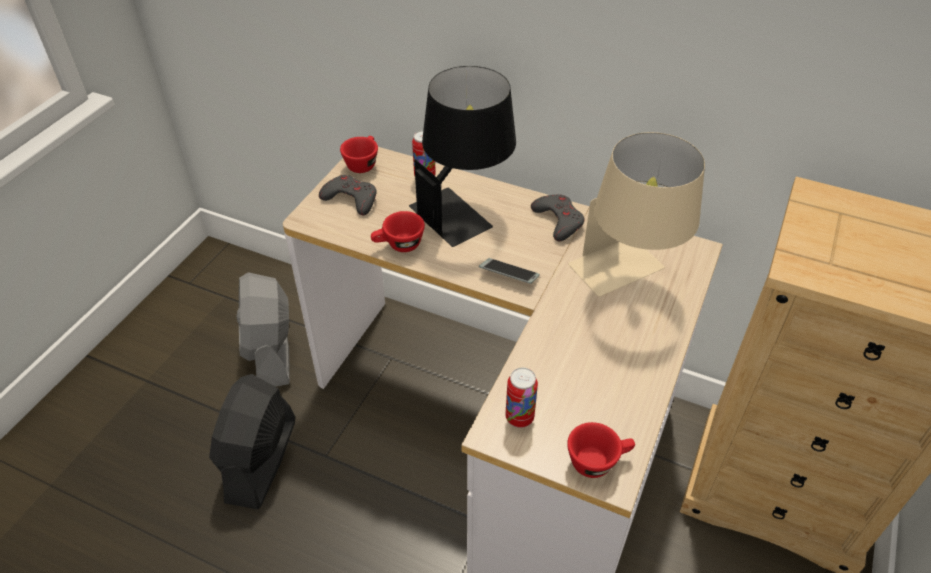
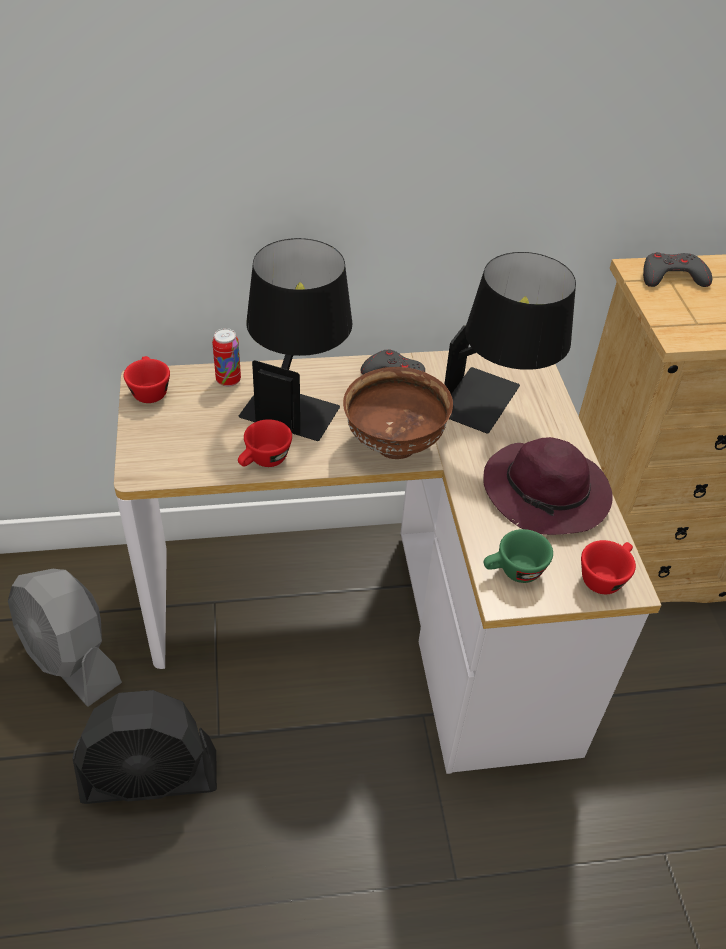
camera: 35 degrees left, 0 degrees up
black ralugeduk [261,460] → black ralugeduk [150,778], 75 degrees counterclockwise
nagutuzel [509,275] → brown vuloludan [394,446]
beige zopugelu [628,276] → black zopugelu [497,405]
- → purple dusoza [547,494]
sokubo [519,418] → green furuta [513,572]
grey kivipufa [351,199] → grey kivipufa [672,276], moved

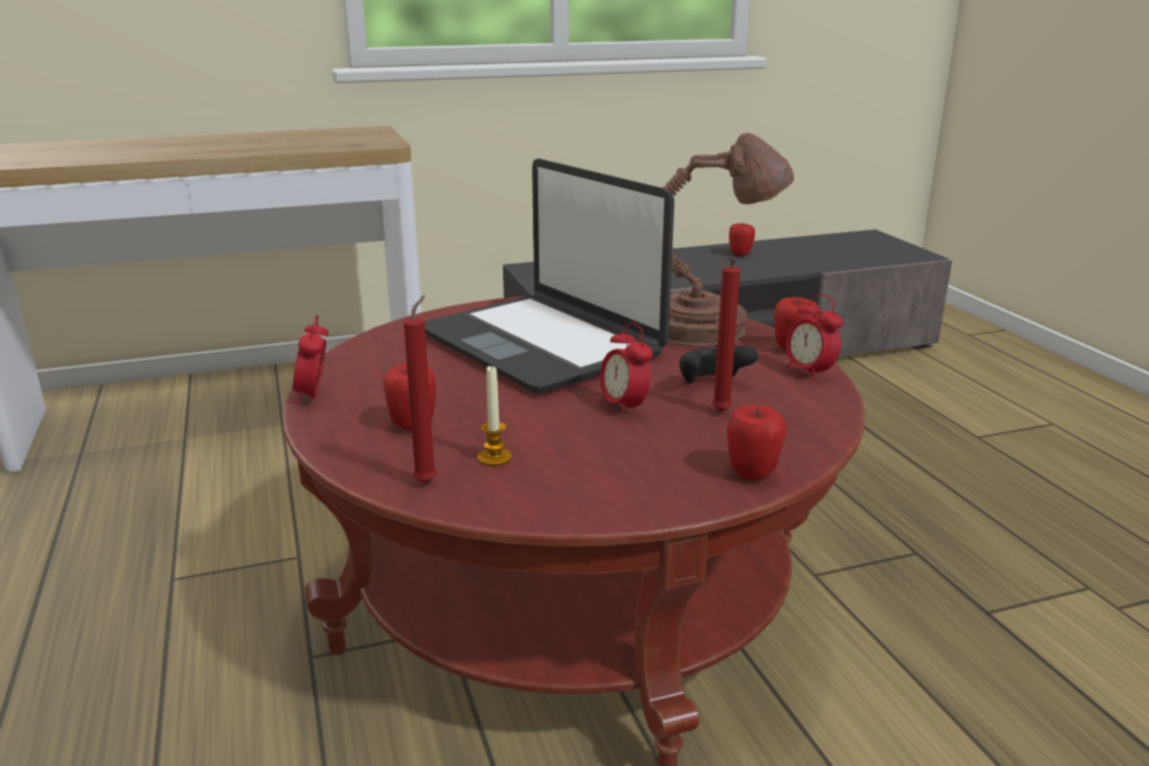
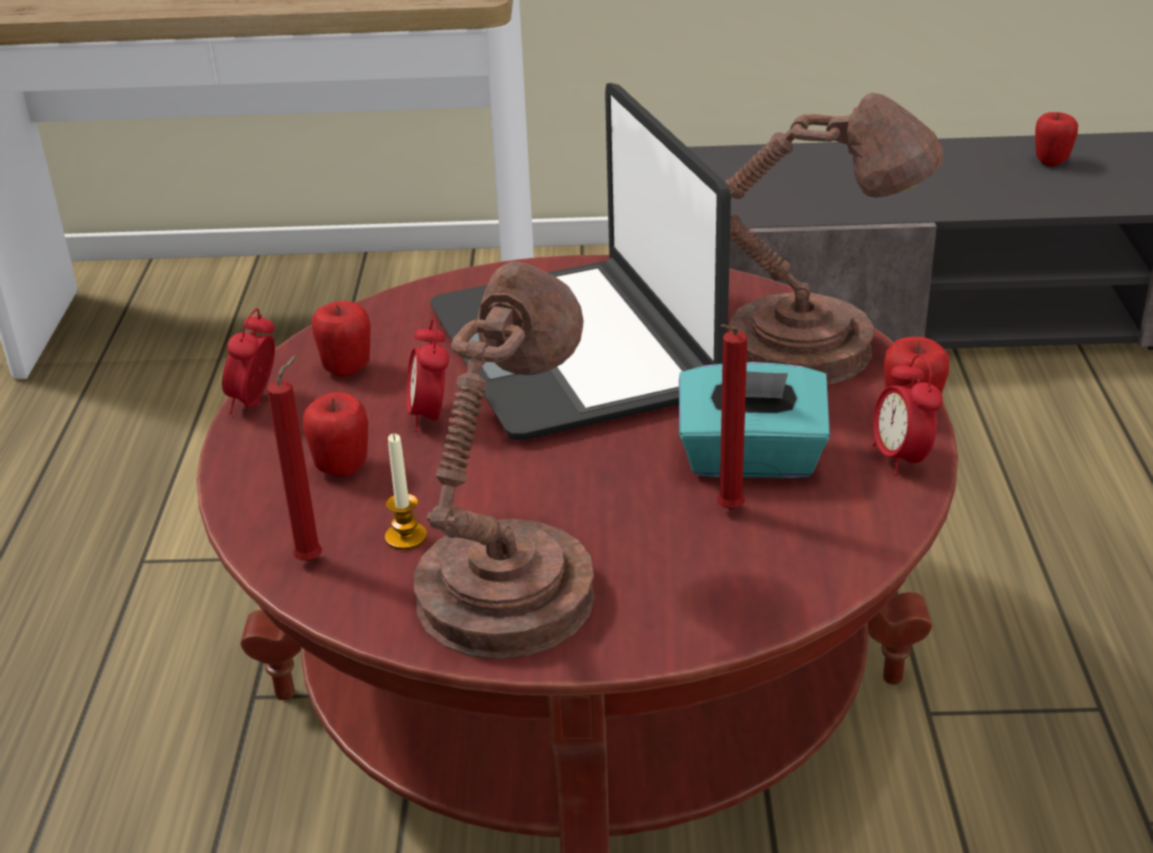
camera: 20 degrees right, 10 degrees up
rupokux [752,473] → rupokux [347,369], moved
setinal [624,407] → setinal [430,417], moved
- → brown zopugelu [510,588]
black kivipufa [712,385] → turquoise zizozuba [751,460]

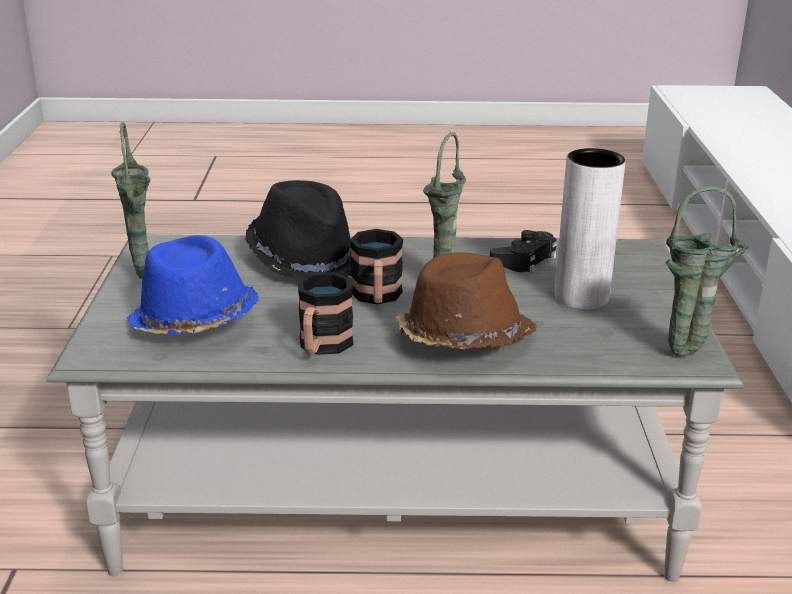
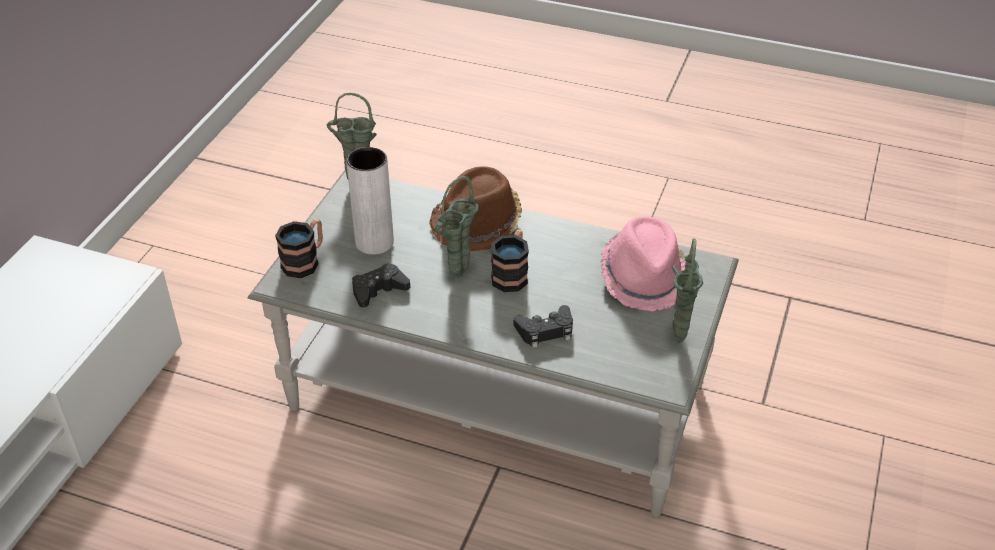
camera: 160 degrees left, 15 degrees up
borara [322,347] → borara [305,261], moved
black dusoza [305,258] → black kivipufa [545,331]
blue dusoza [194,322] → pink dusoza [644,278]

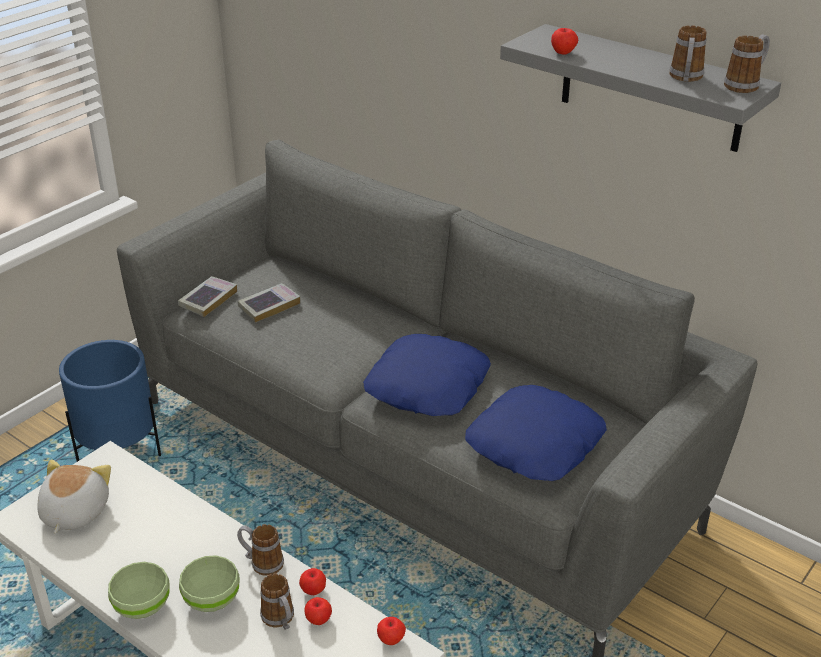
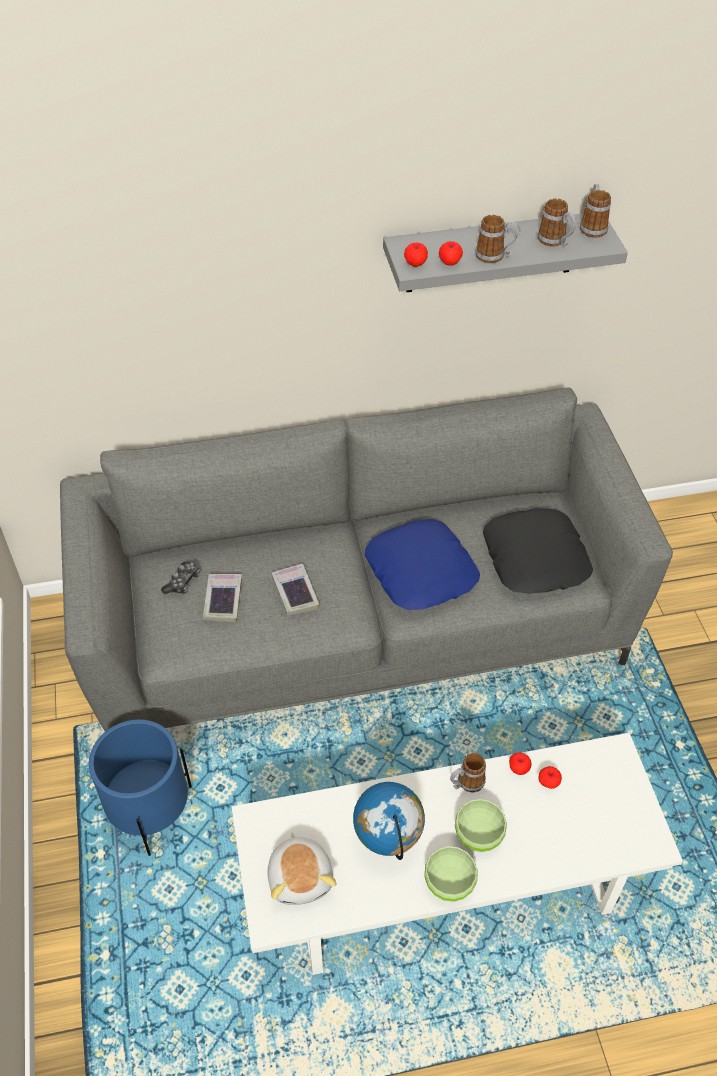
camera: 50 degrees left, 15 degrees up
- → kivipufa [183,582]
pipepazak [73,512] → pipepazak [301,877], 150 degrees counterclockwise
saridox [208,300] → saridox [295,593], moved
- → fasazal [388,841]
rupokux [391,639] → rupokux [415,263], moved
borara [280,620] → borara [495,256], moved
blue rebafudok [536,444] → black rebafudok [536,558]

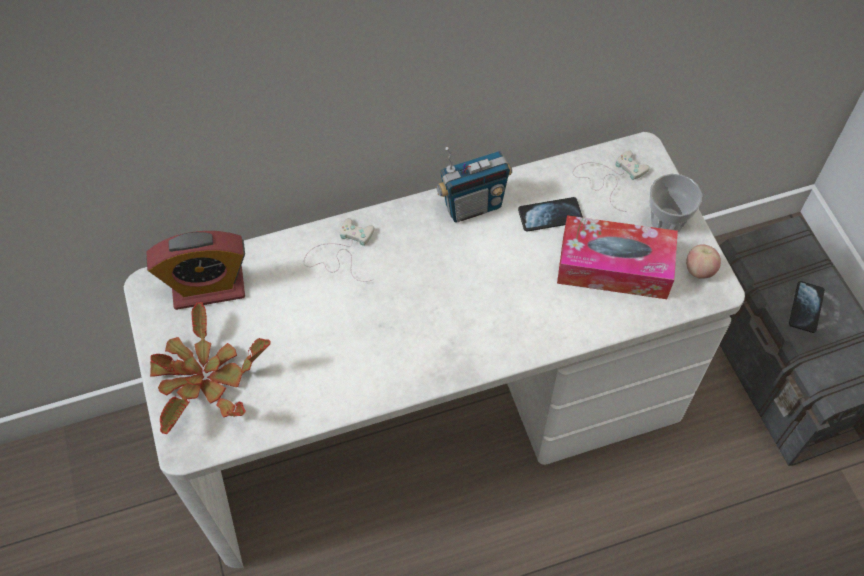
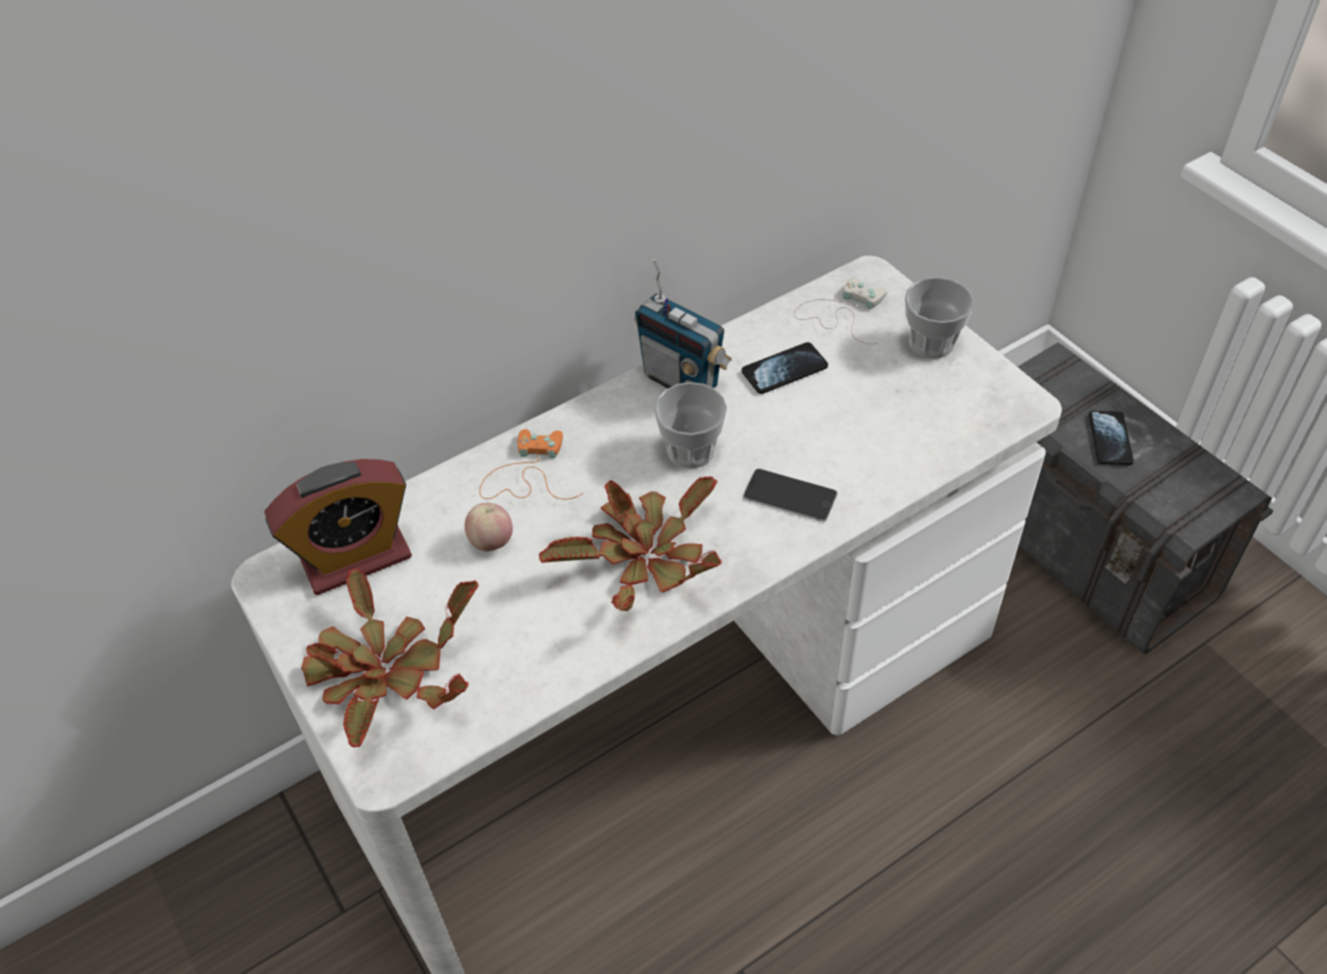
camera: 15 degrees left, 10 degrees down
rupokux [699,270] → rupokux [491,542], moved
white kivipufa [341,253] → orange kivipufa [527,473]
- → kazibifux [644,558]
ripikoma [472,206] → ripikoma [681,381], 75 degrees clockwise
- → furuta [691,450]
- → nagutuzel [790,495]
zizozuba [614,267] → -

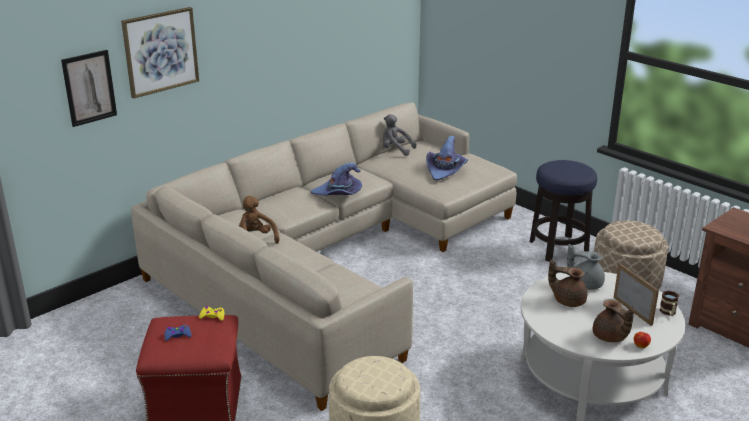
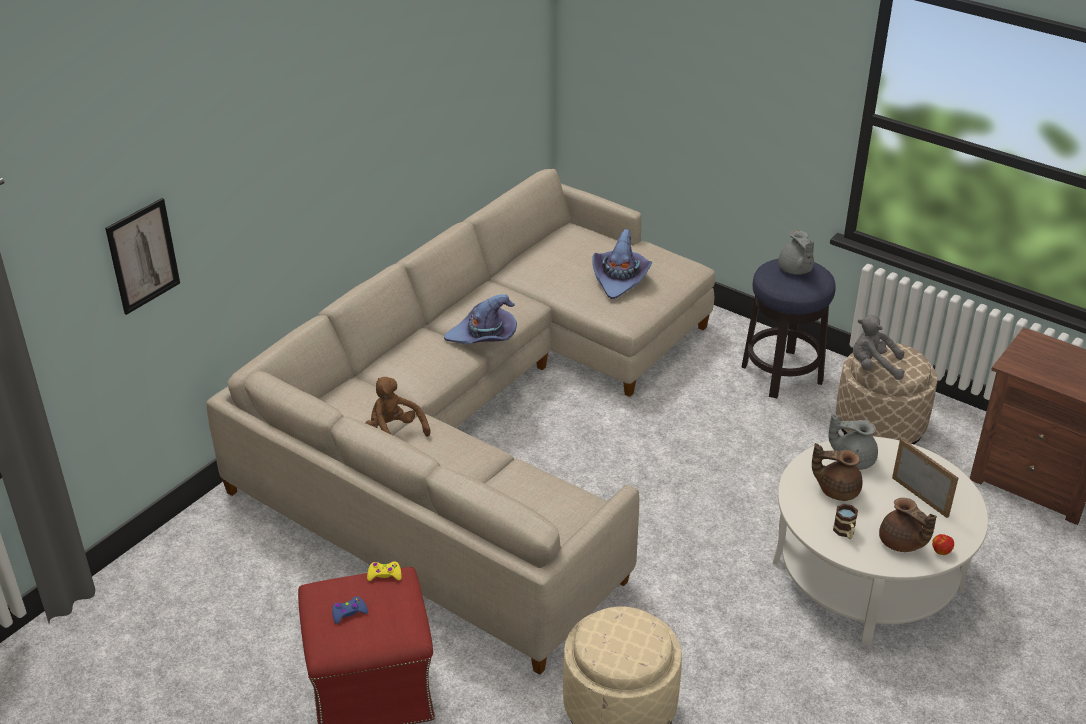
camera: 10 degrees left, 10 degrees up
- → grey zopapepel [795,270]
borara [668,313] → borara [845,532], moved
grey pipepazak [395,150] → grey pipepazak [873,367], moved
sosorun [160,51] → -

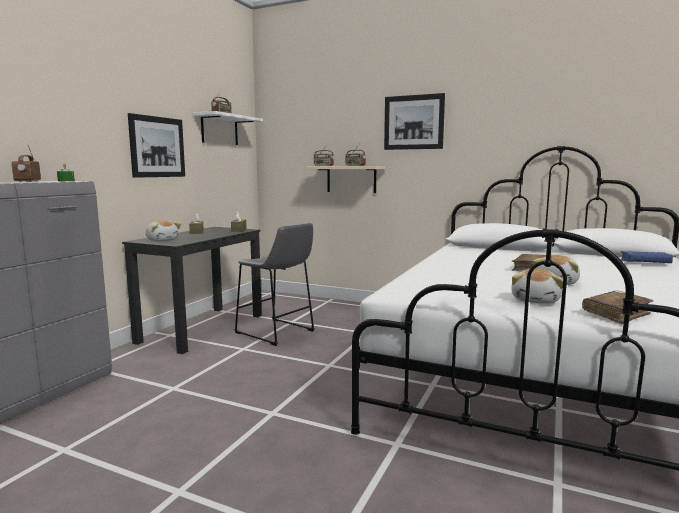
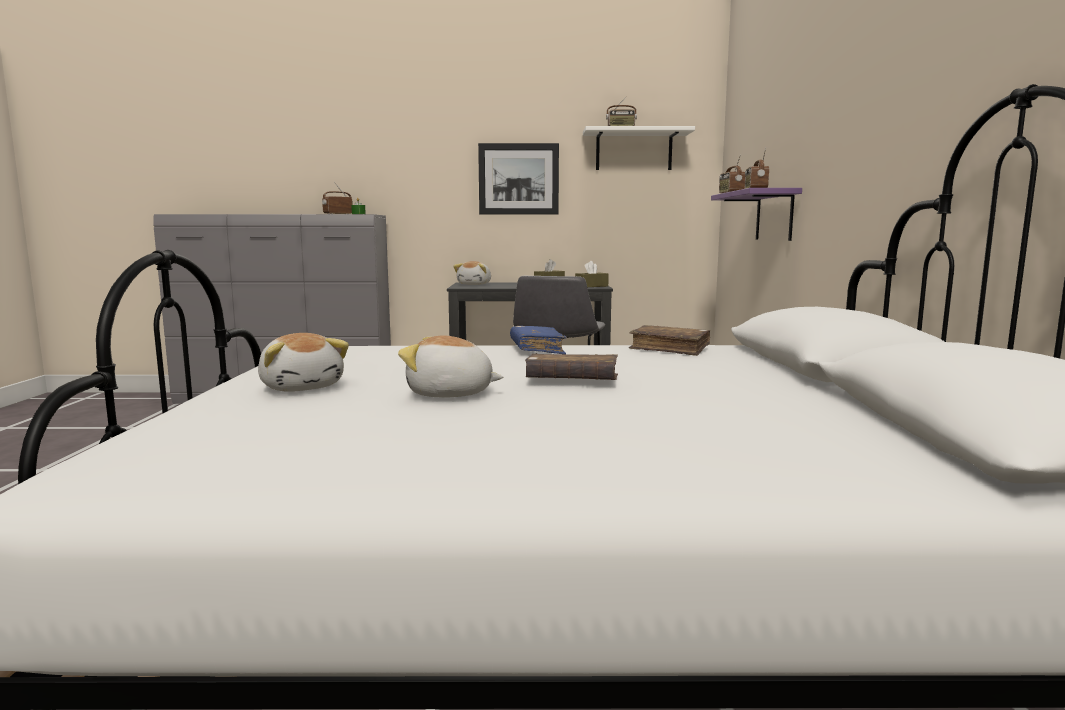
camera: 65 degrees right, 0 degrees up
pipepazak [536,300] → pipepazak [302,387], 120 degrees counterclockwise
blue saridox [644,263] → blue saridox [537,349], moved
brown saridox [616,314] → brown saridox [669,349], moved
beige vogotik [351,179] → purple vogotik [774,216]
sosorun [413,122] → -

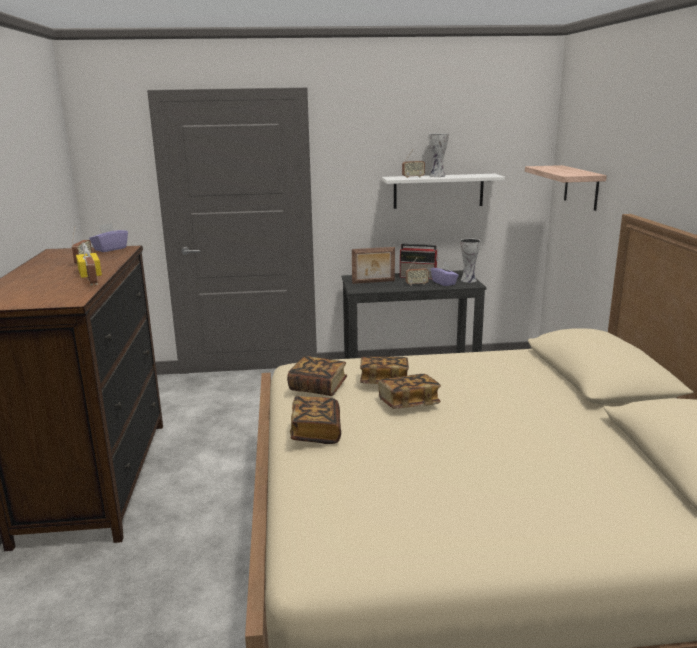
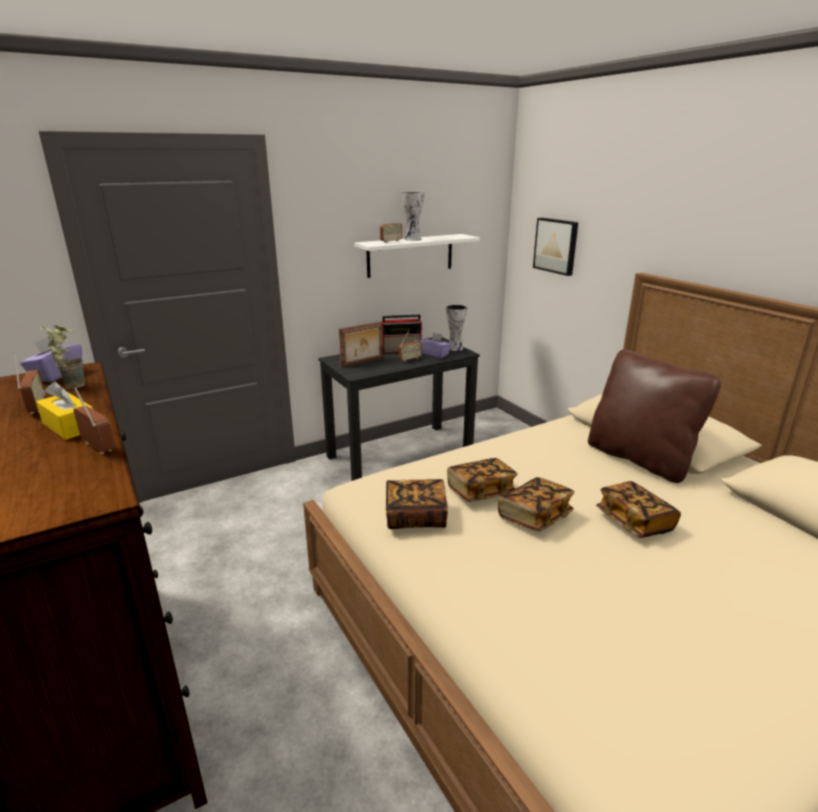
camera: 25 degrees left, 5 degrees up
- → kazibifux [71,385]
vogotik [581,187] → sosorun [556,245]
- → brown rebafudok [640,458]
saridox [316,432] → saridox [634,522], moved

